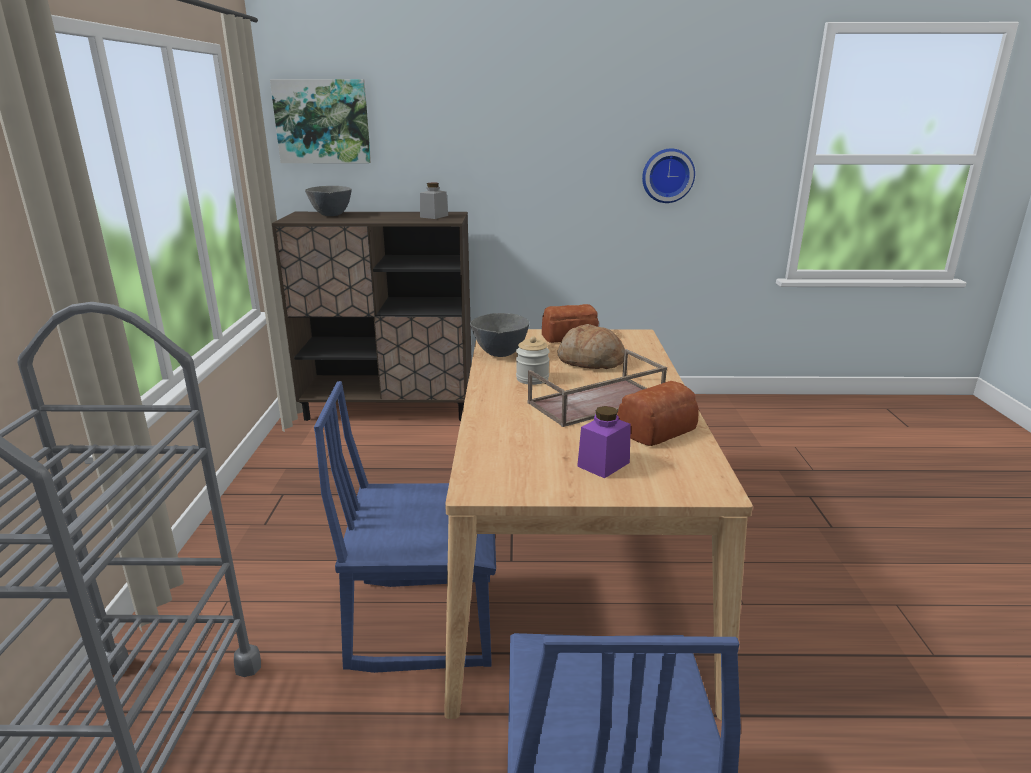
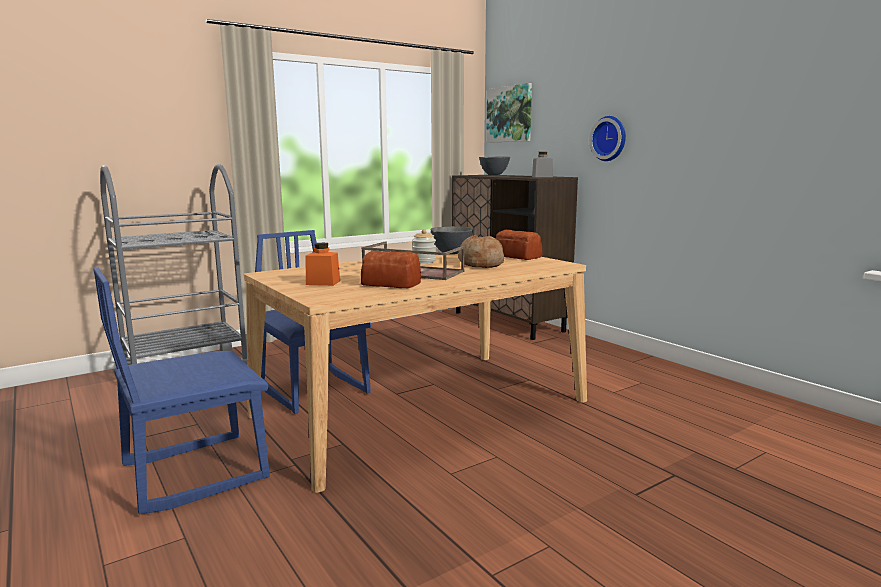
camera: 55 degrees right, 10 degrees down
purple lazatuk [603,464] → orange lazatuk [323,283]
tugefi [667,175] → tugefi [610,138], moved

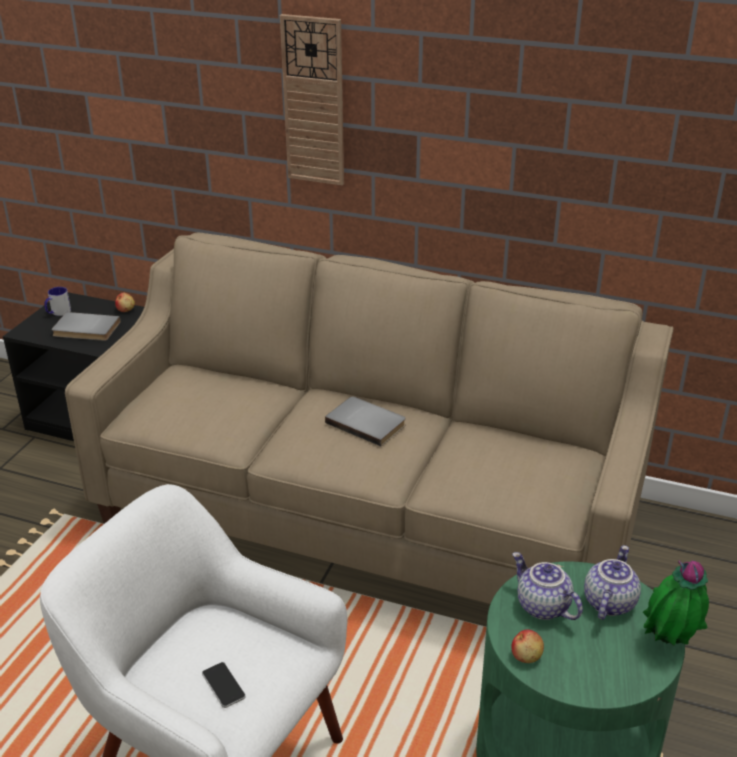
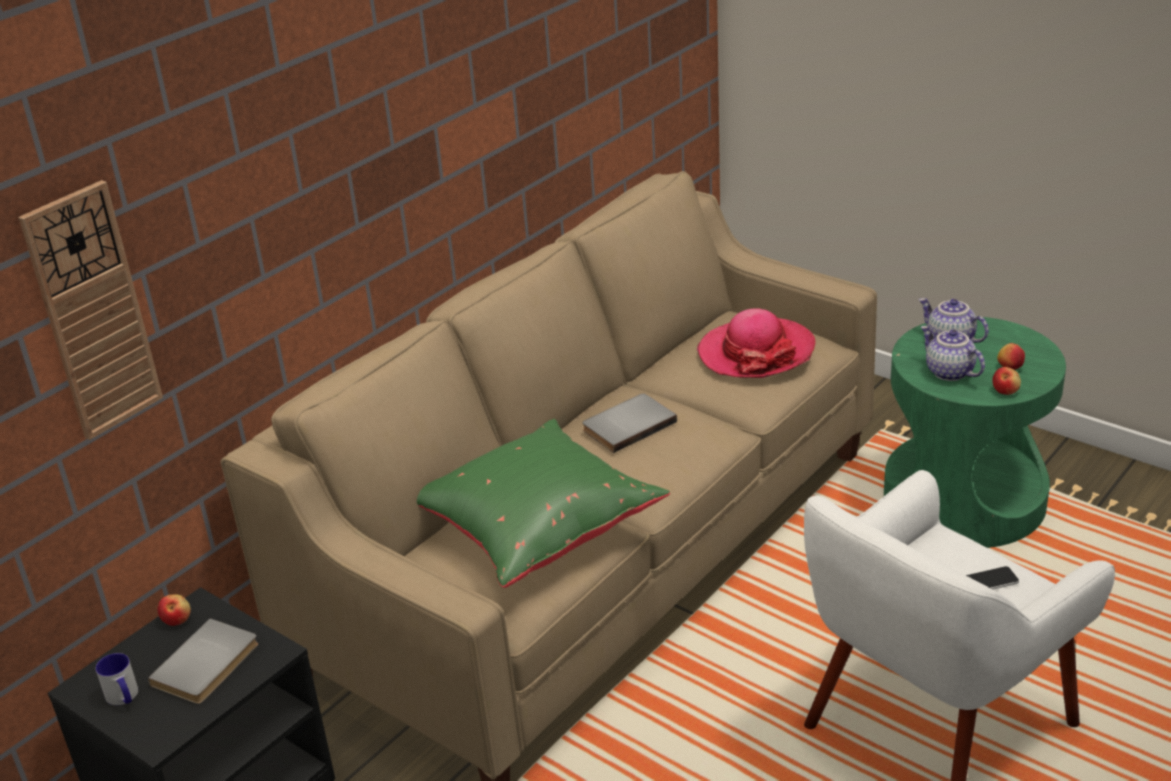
camera: 70 degrees left, 0 degrees up
tugefi [314,101] → tugefi [93,312], moved
- → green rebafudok [535,529]
- → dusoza [756,352]
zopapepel [541,606] → zopapepel [948,372], 75 degrees clockwise
- → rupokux [1010,366]
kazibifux [668,643] → -

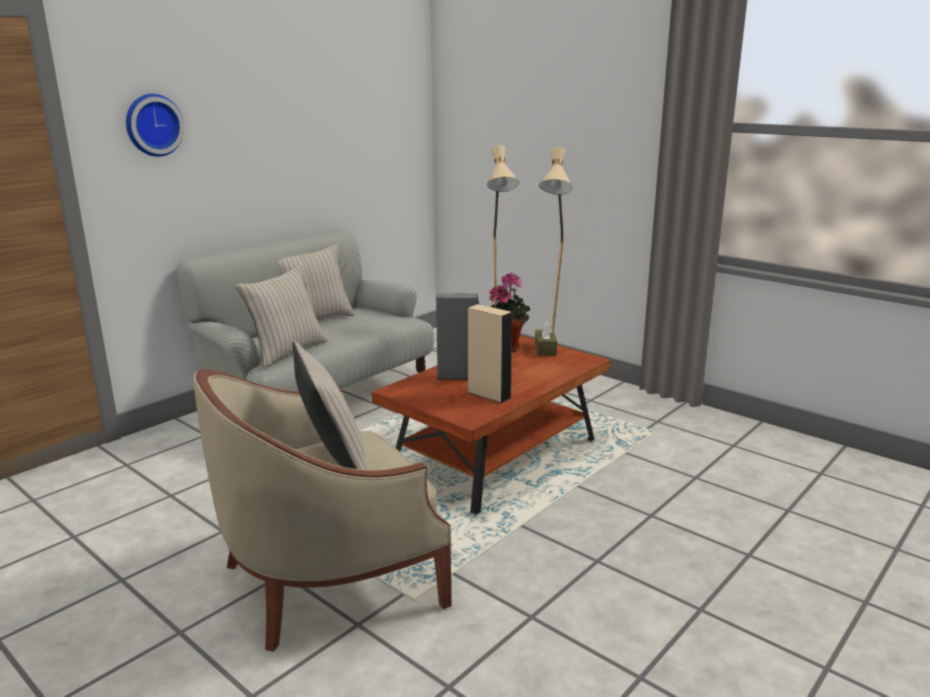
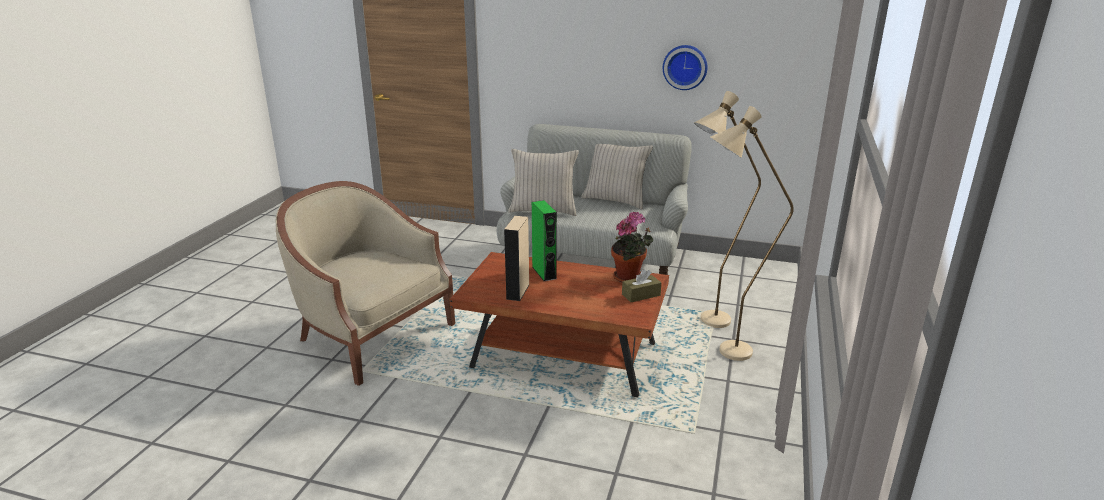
camera: 65 degrees right, 5 degrees up
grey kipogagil [457,376] → green kipogagil [544,272]
tugefi [153,125] → tugefi [685,67], moved
beige rebafudok [333,462] → -

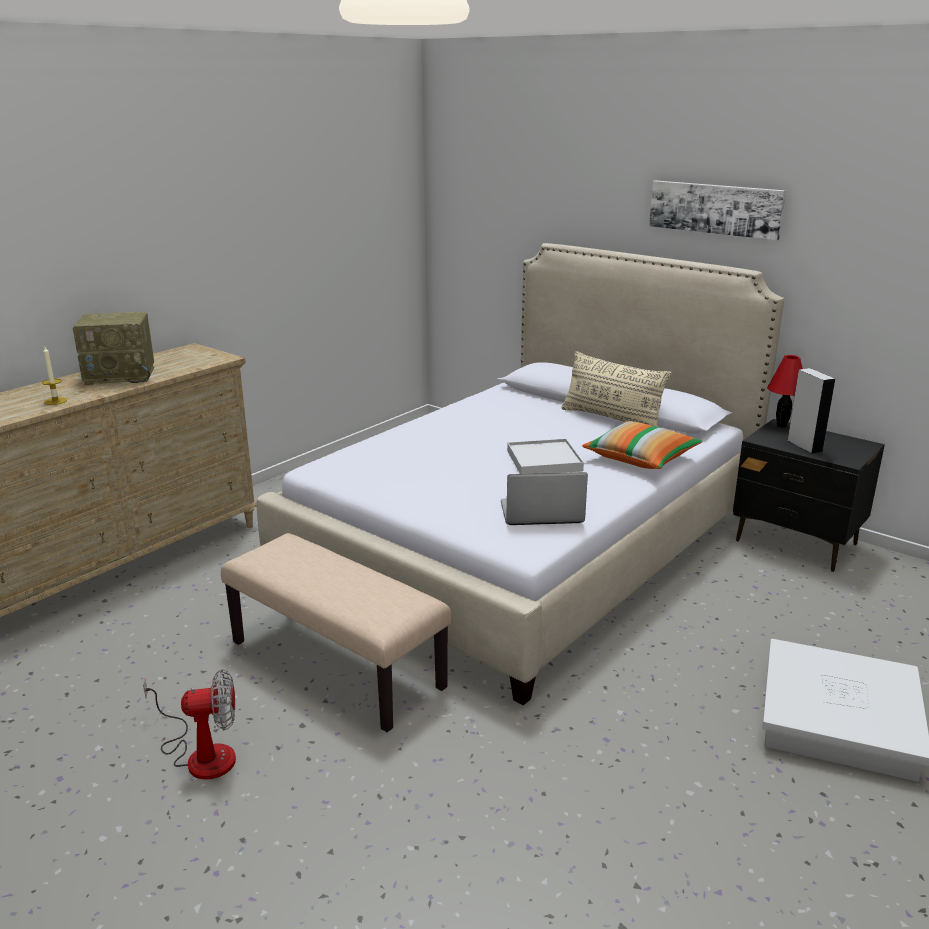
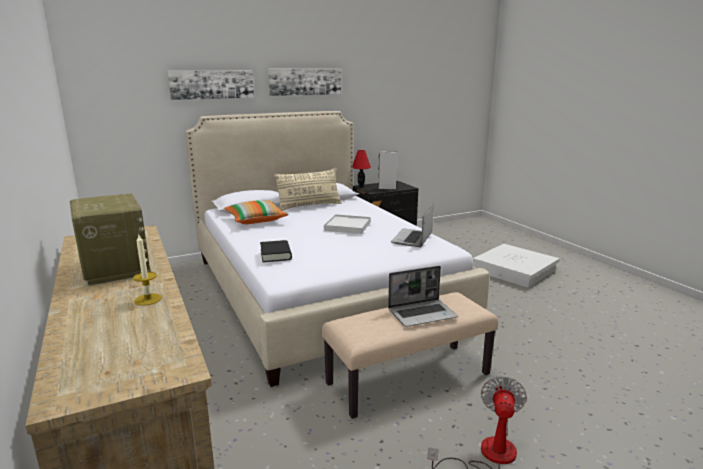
camera: 65 degrees left, 5 degrees down
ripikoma [121,375] → ripikoma [114,267], 45 degrees counterclockwise
- → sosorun [211,84]
rebafudok [641,458] → rebafudok [256,220], moved
- → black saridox [275,254]
- → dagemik [422,314]

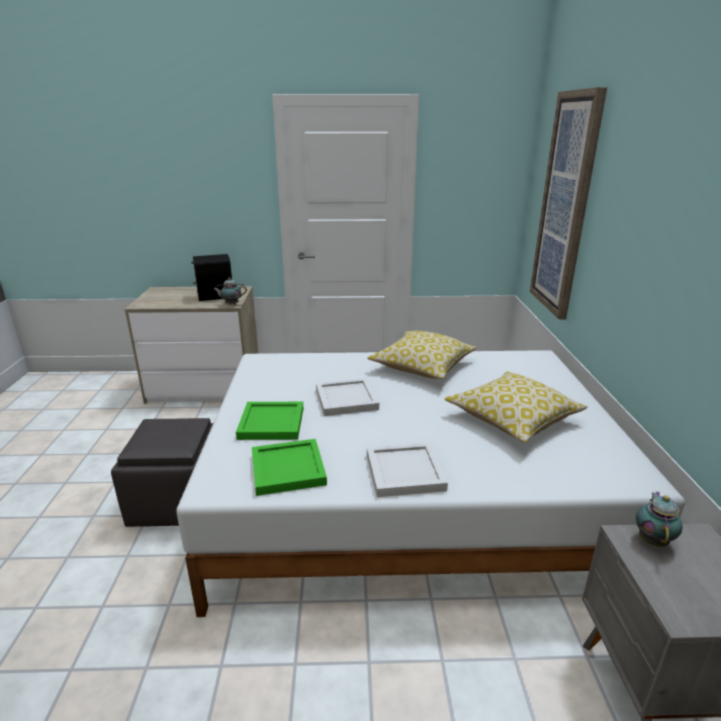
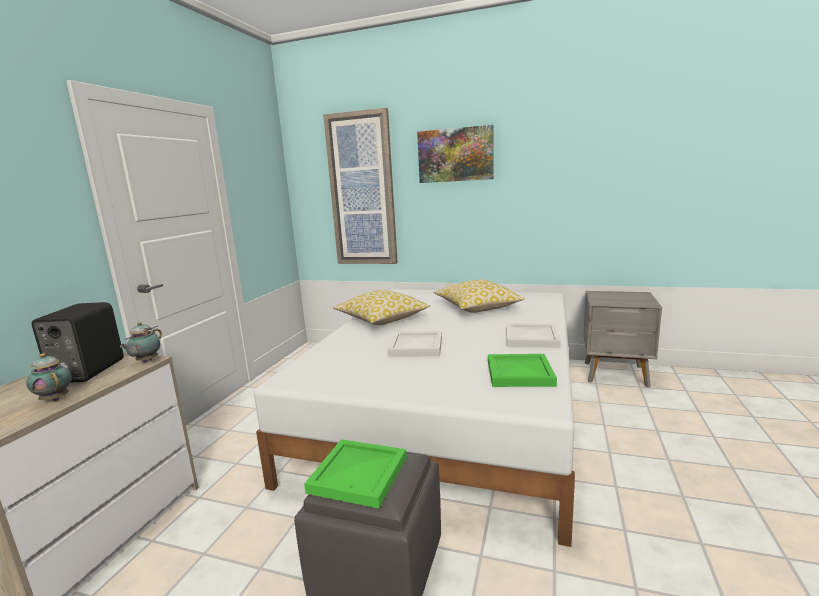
camera: 70 degrees left, 10 degrees down
zopapepel [652,539] → zopapepel [55,399], moved
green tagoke [270,422] → green tagoke [356,475], moved
- → sosorun [455,155]

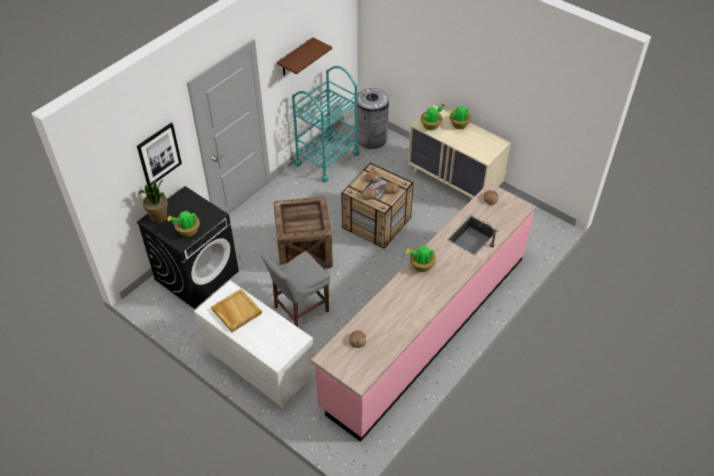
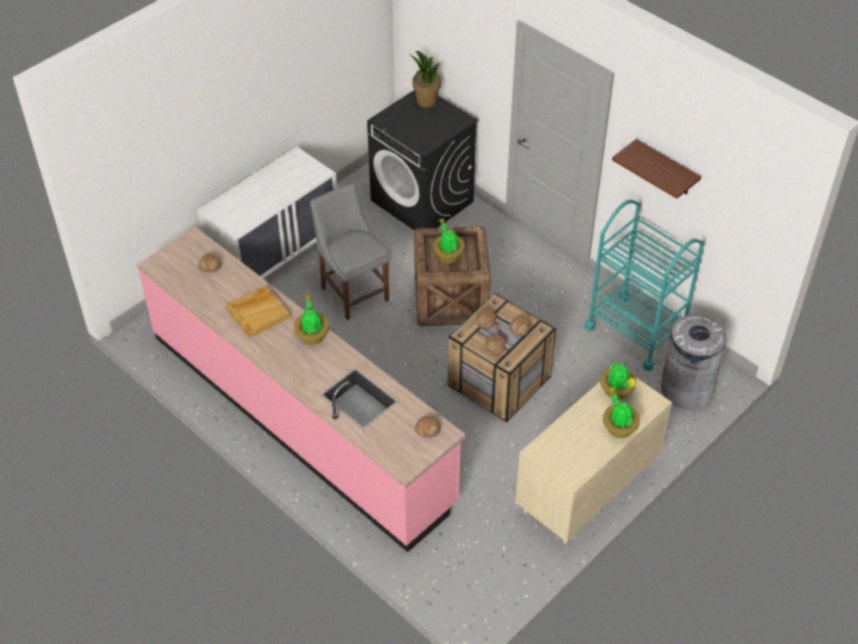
camera: 95 degrees right, 0 degrees up
beige tagoke [236,311] → beige tagoke [258,312], moved
kazibifux [187,231] → kazibifux [448,255], moved
sosorun [159,154] → -

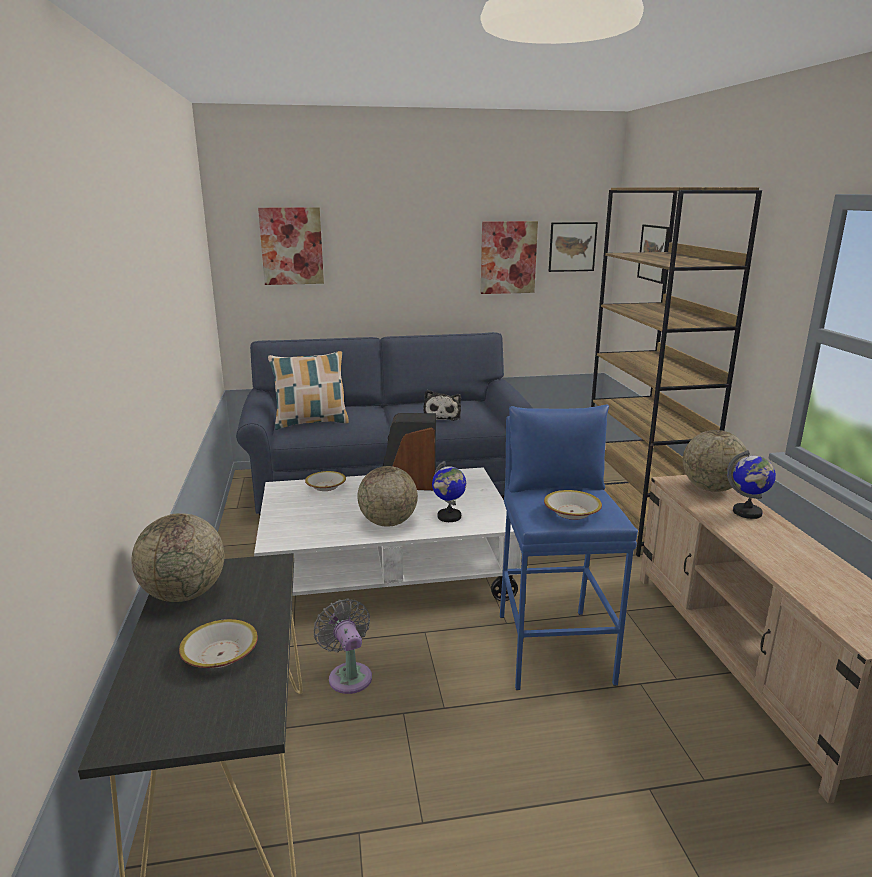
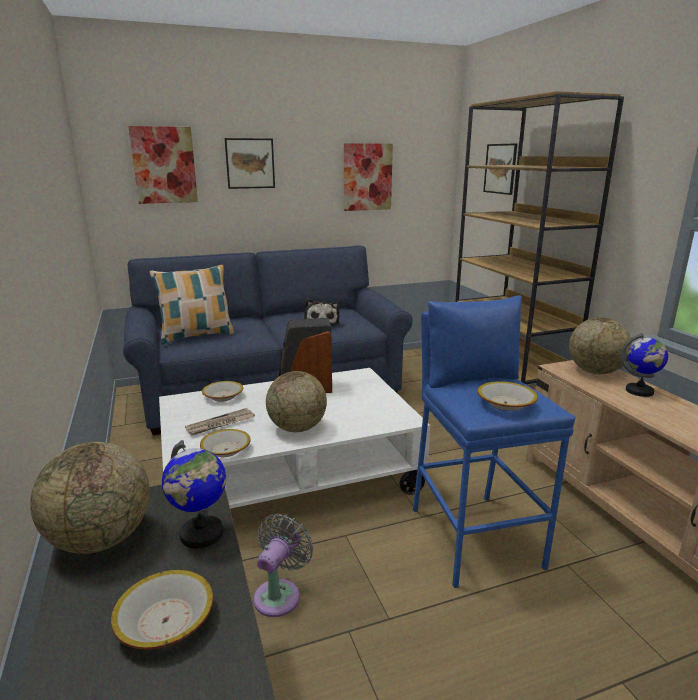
camera: 10 degrees left, 0 degrees up
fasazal [449,517] → fasazal [201,534], moved
- → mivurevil [220,424]
- → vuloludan [226,450]
sosorun [572,247] → sosorun [250,163], moved
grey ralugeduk [349,675] → grey ralugeduk [279,594], 60 degrees clockwise

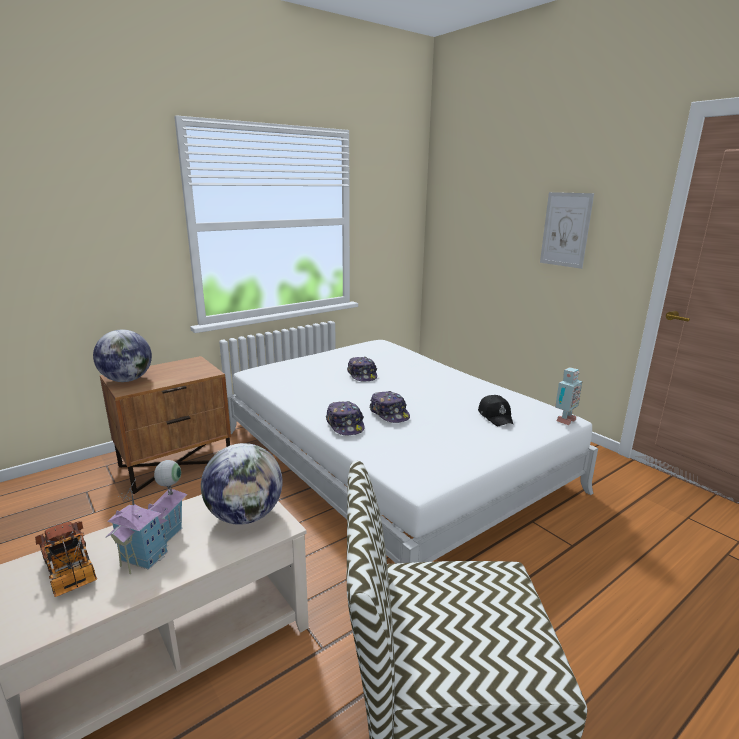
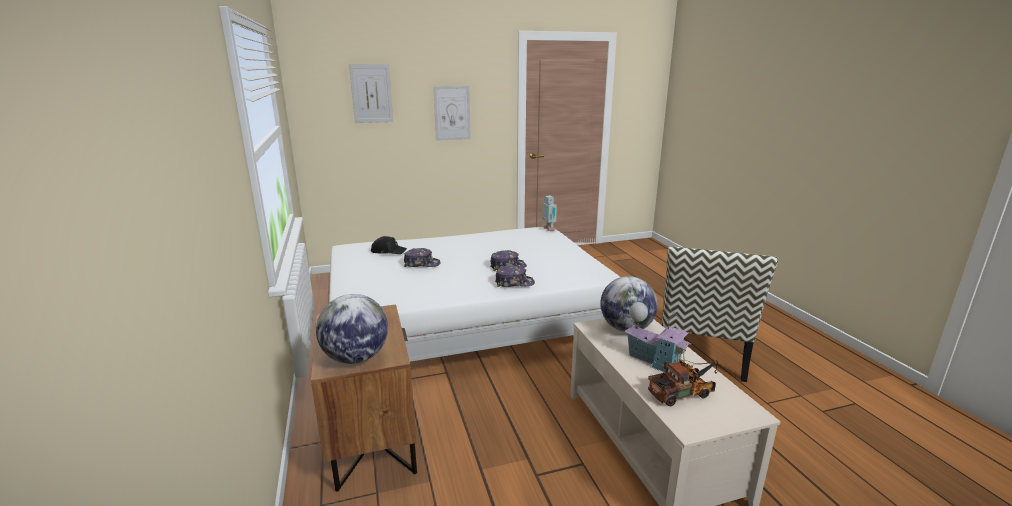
camera: 70 degrees left, 0 degrees up
- → sosorun [371,93]
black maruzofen [495,416] → black maruzofen [388,251], moved

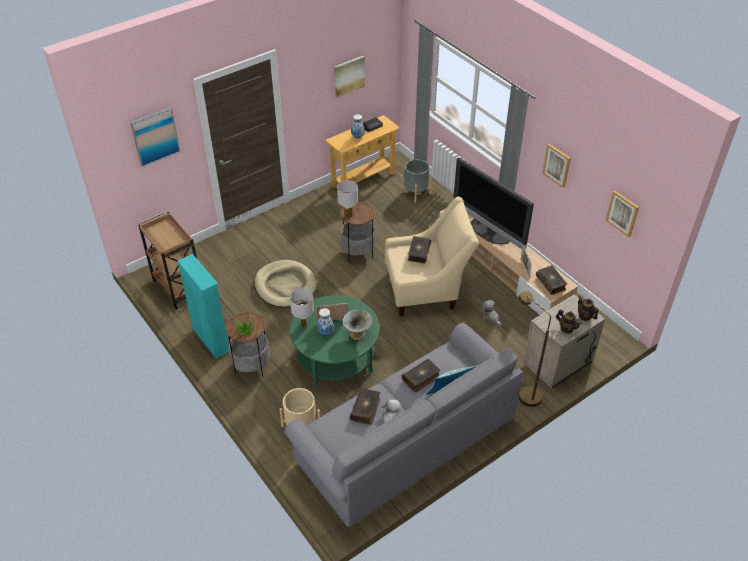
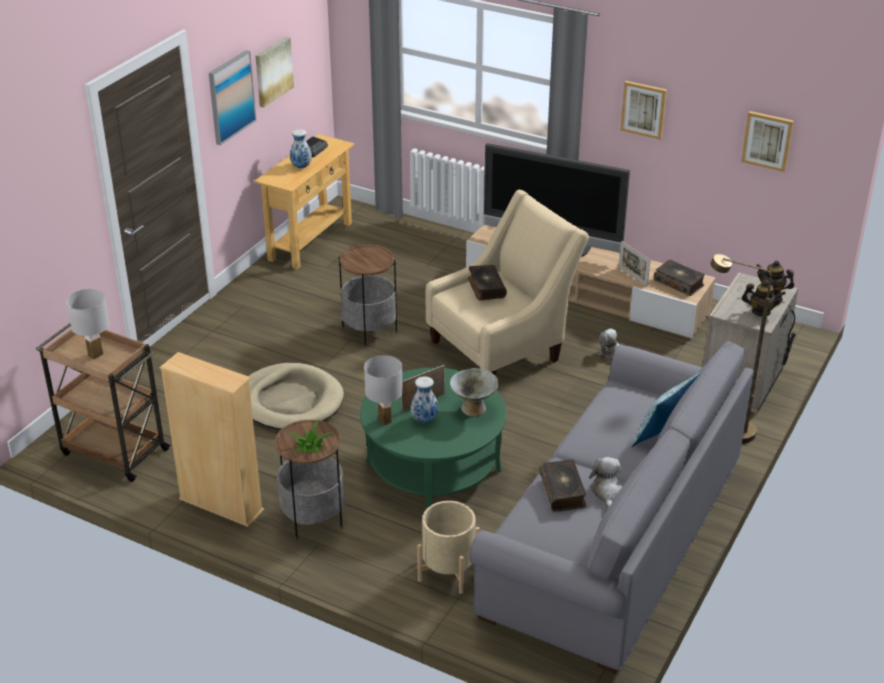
camera: 25 degrees left, 10 degrees down
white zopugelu [348,215] → white zopugelu [95,355], moved
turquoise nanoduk [211,340] → beige nanoduk [221,505]
sosorun [155,136] → sosorun [231,97], moved
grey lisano [415,192] → -
saridox [421,378] → -

